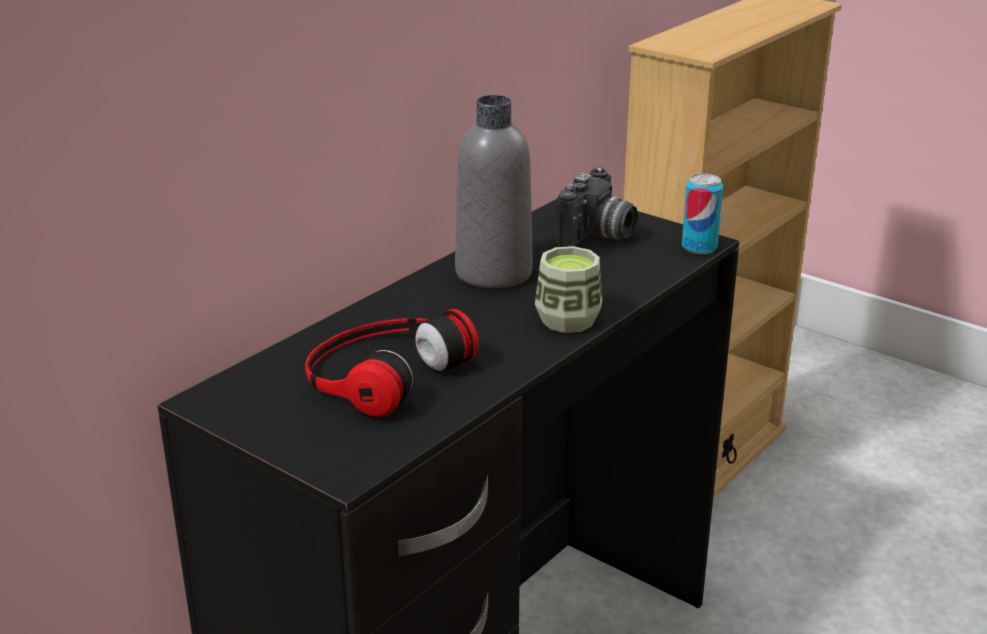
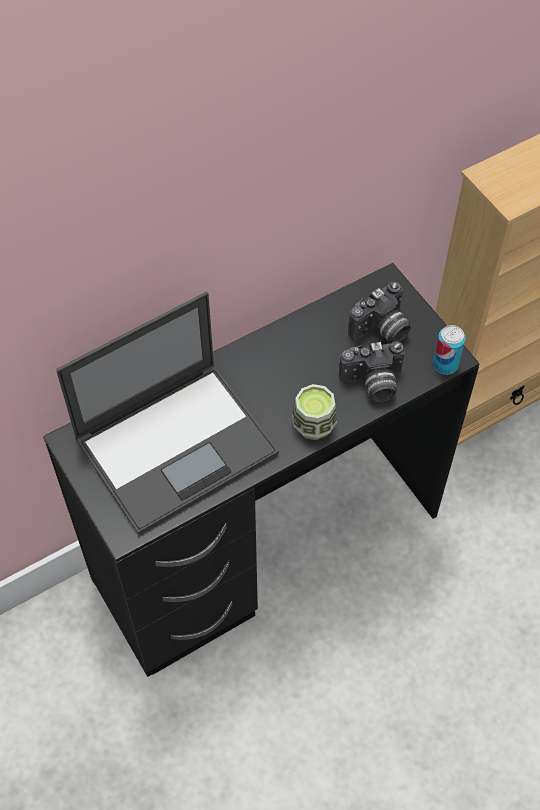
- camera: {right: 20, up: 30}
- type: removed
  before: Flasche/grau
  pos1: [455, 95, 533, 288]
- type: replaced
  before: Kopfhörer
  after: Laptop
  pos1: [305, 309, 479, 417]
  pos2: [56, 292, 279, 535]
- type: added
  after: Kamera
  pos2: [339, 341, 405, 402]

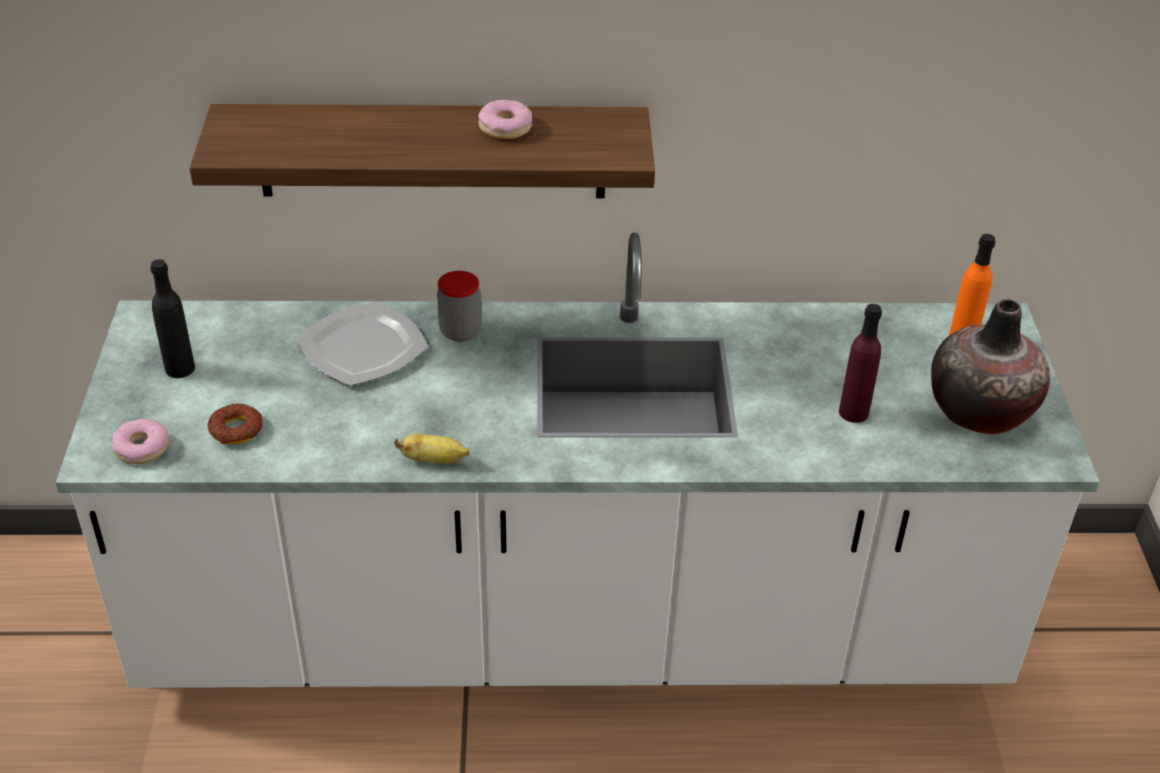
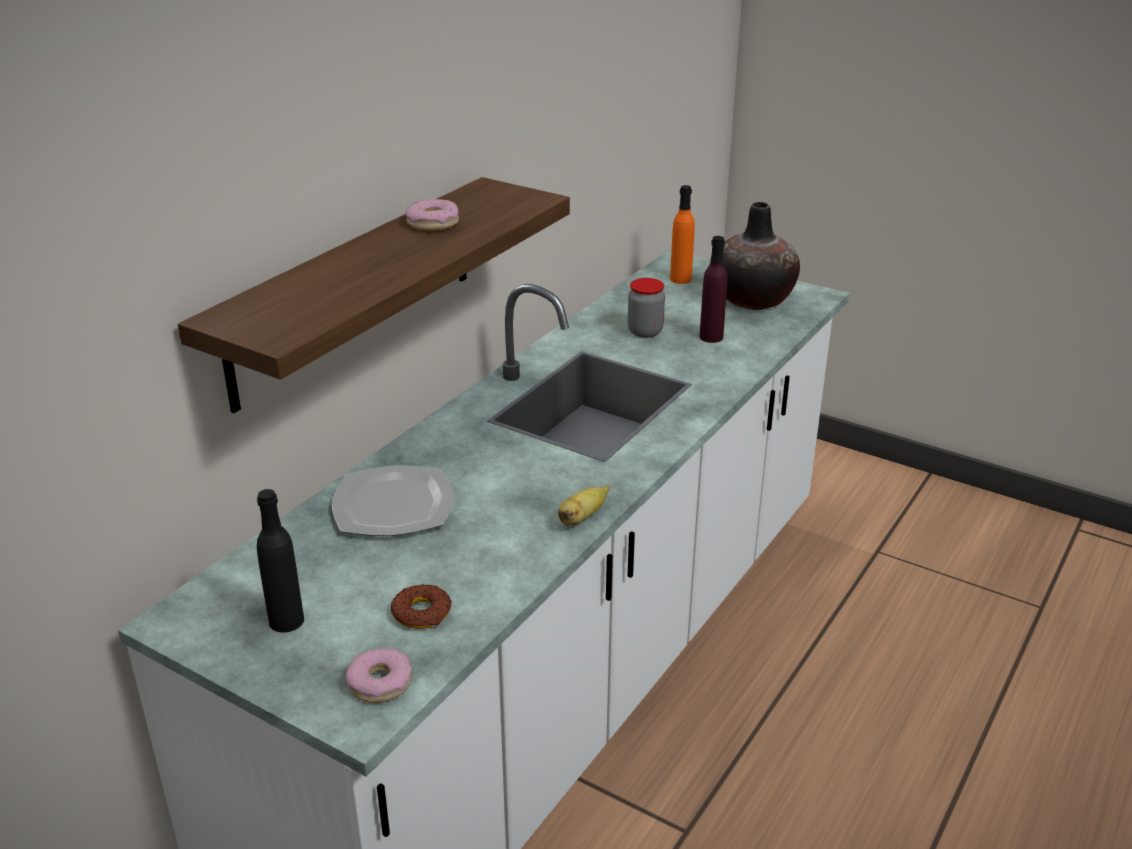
- camera: {right: -55, up: -10}
- type: moved
  before: Vorratsglas
  pos1: [437, 271, 482, 342]
  pos2: [628, 278, 665, 338]

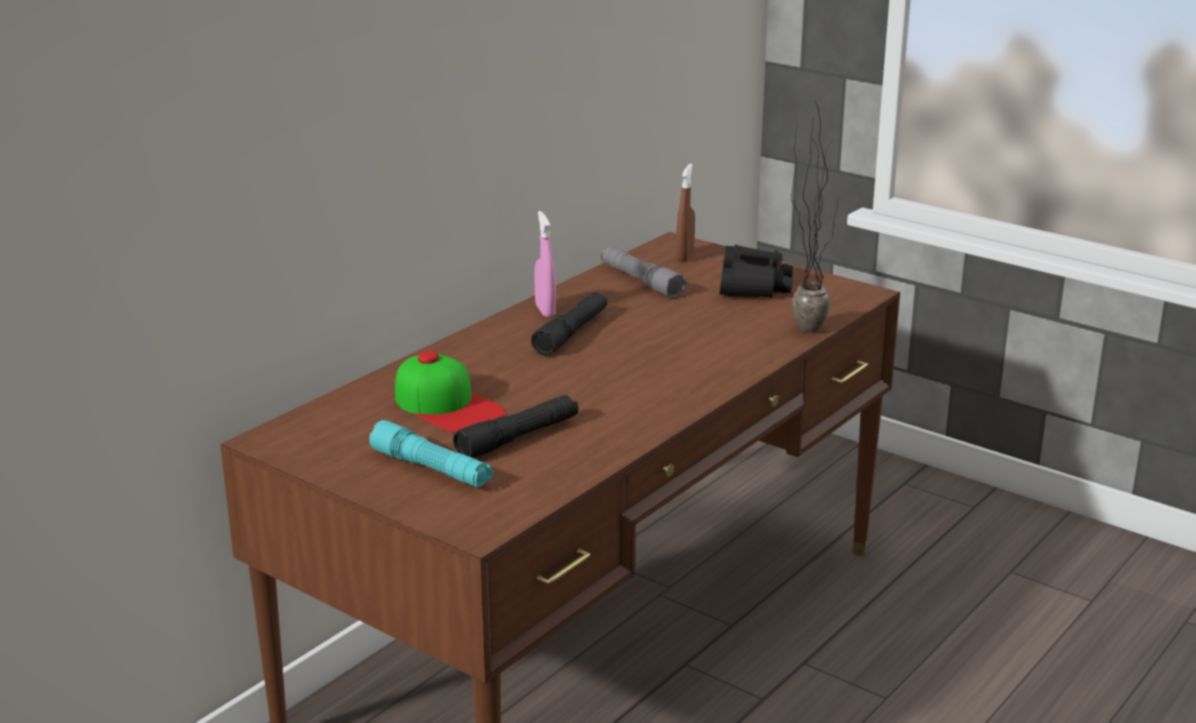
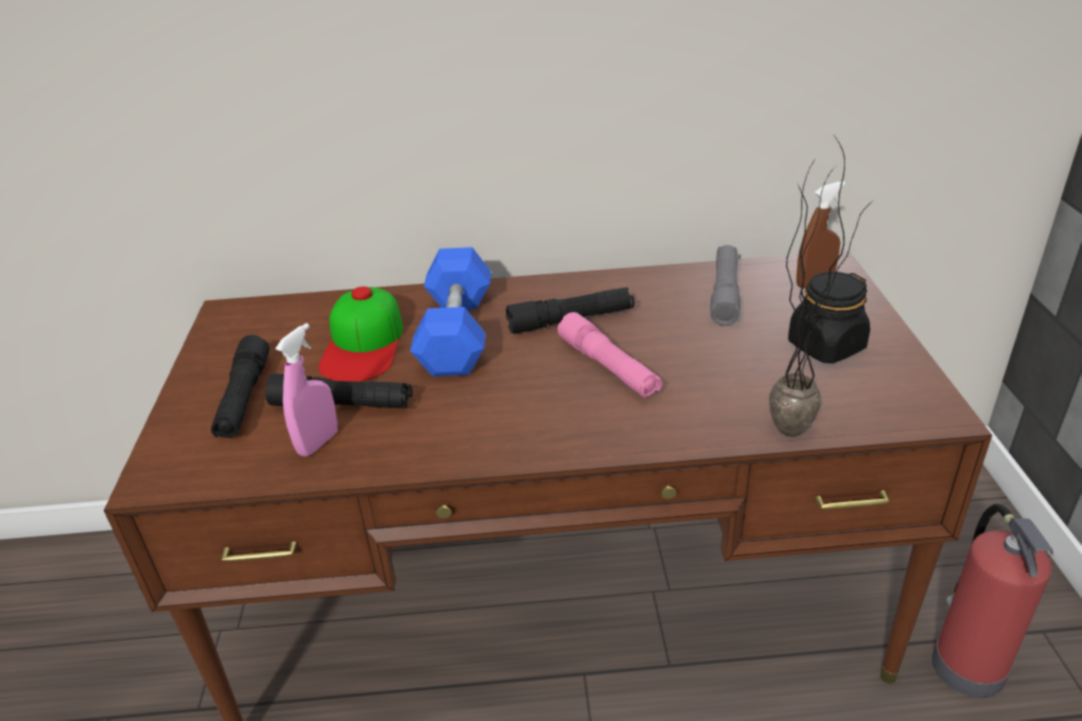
- camera: {right: 50, up: 10}
- type: moved
  before: Sprühflasche/rosa
  pos1: [534, 211, 556, 317]
  pos2: [275, 323, 338, 457]
- type: replaced
  before: Fernglas/schwarz
  after: Vorratsglas/schwarz
  pos1: [720, 245, 793, 298]
  pos2: [788, 272, 870, 363]
- type: recoloured
  before: Taschenlampe/türkis
  after: Taschenlampe/schwarz
  pos1: [369, 420, 493, 488]
  pos2: [211, 335, 270, 438]
- type: added
  after: Hantel/blau
  pos2: [410, 247, 491, 377]
- type: added
  after: Taschenlampe/rosa
  pos2: [558, 312, 662, 398]
- type: added
  after: Feuerlöscher
  pos2: [932, 504, 1053, 698]

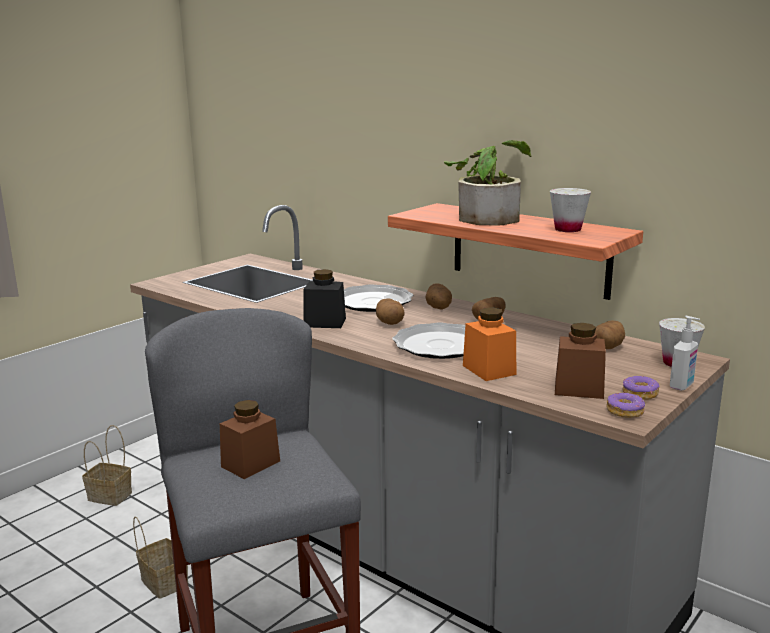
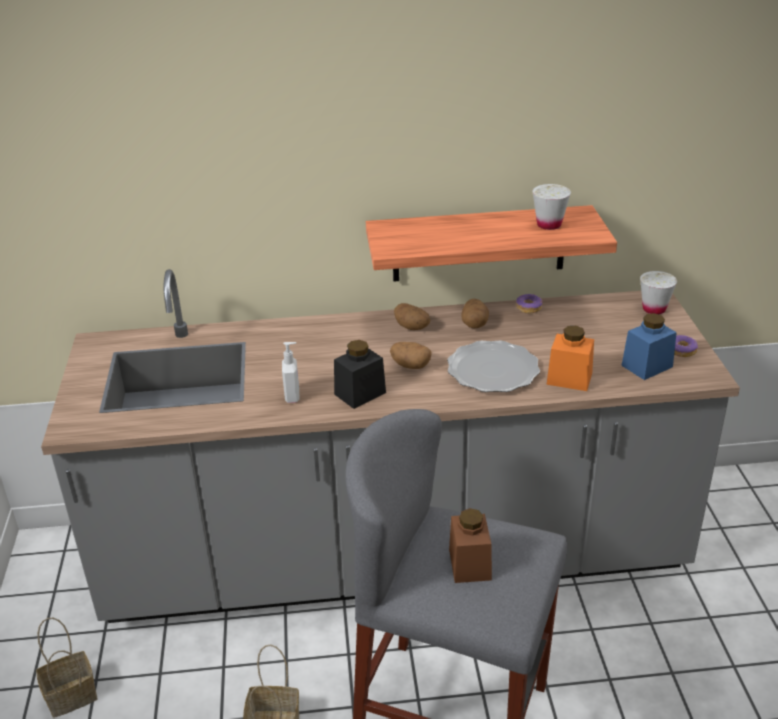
- camera: {right: -45, up: 15}
- type: removed
  before: Topfpflanze
  pos1: [444, 140, 532, 226]
- type: removed
  before: Teller
  pos1: [344, 284, 414, 312]
- type: moved
  before: Seifenspender
  pos1: [670, 316, 700, 391]
  pos2: [282, 342, 299, 403]
- type: removed
  before: Kartoffel
  pos1: [595, 320, 625, 349]
- type: recoloured
  before: Vorratsglas/braun
  after: Vorratsglas/blau
  pos1: [555, 323, 606, 399]
  pos2: [621, 313, 677, 380]
- type: moved
  before: Donut
  pos1: [606, 392, 645, 418]
  pos2: [516, 294, 543, 313]

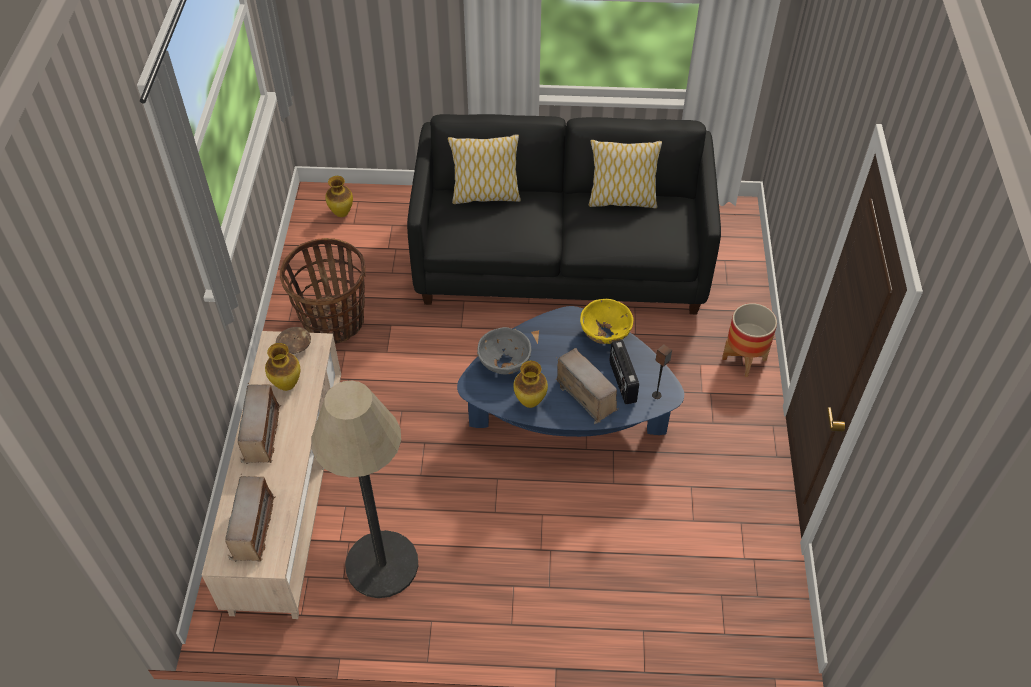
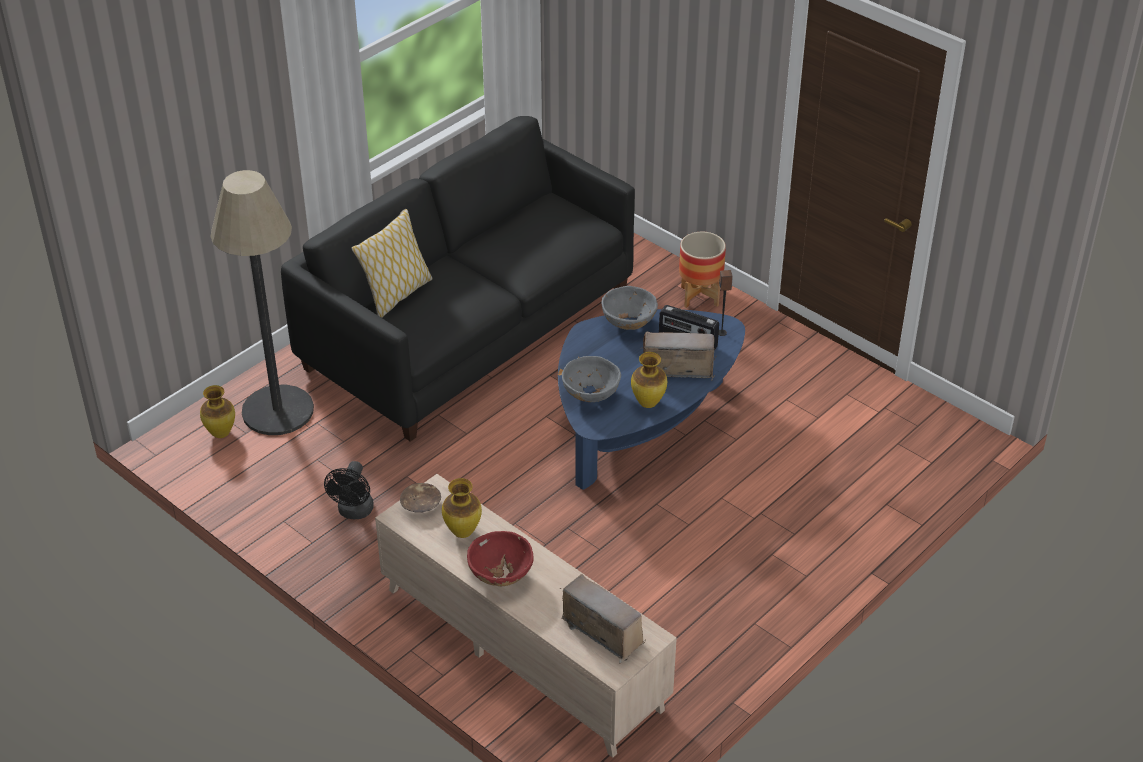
- camera: {right: -50, up: -10}
- type: removed
  before: Kissen
  pos1: [589, 140, 662, 208]
- type: replaced
  before: Korb
  after: Ventilator/schwarz
  pos1: [280, 238, 366, 344]
  pos2: [324, 461, 374, 519]
- type: recoloured
  before: Schüssel/gelb
  after: Schüssel/grau
  pos1: [580, 299, 633, 344]
  pos2: [601, 286, 658, 330]
- type: moved
  before: Stehlampe
  pos1: [311, 381, 418, 598]
  pos2: [210, 170, 314, 435]
- type: replaced
  before: Radio
  after: Schüssel/rot
  pos1: [238, 383, 281, 464]
  pos2: [467, 531, 534, 586]

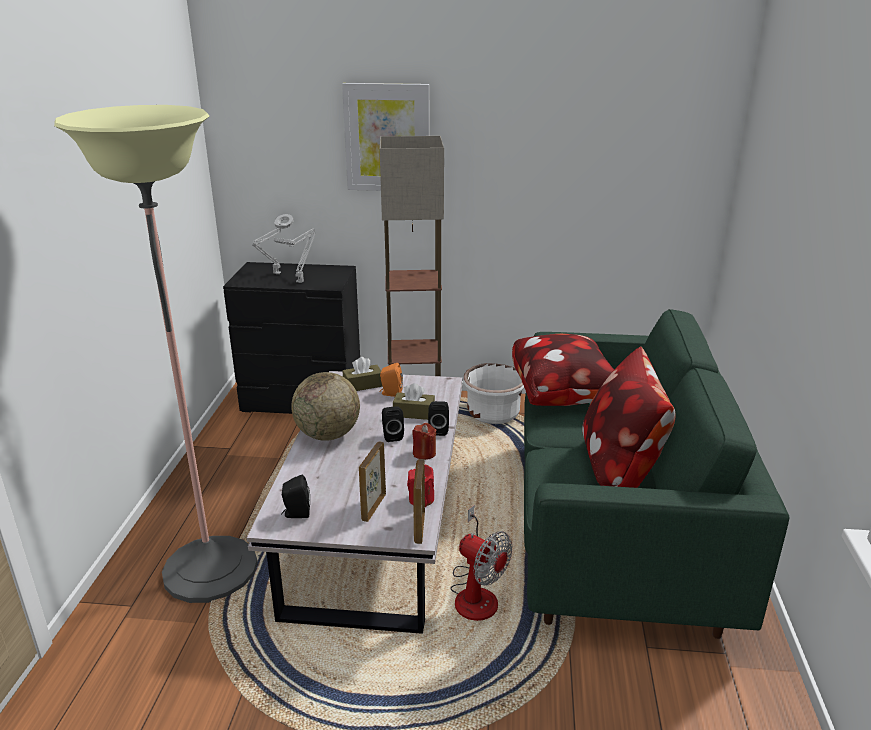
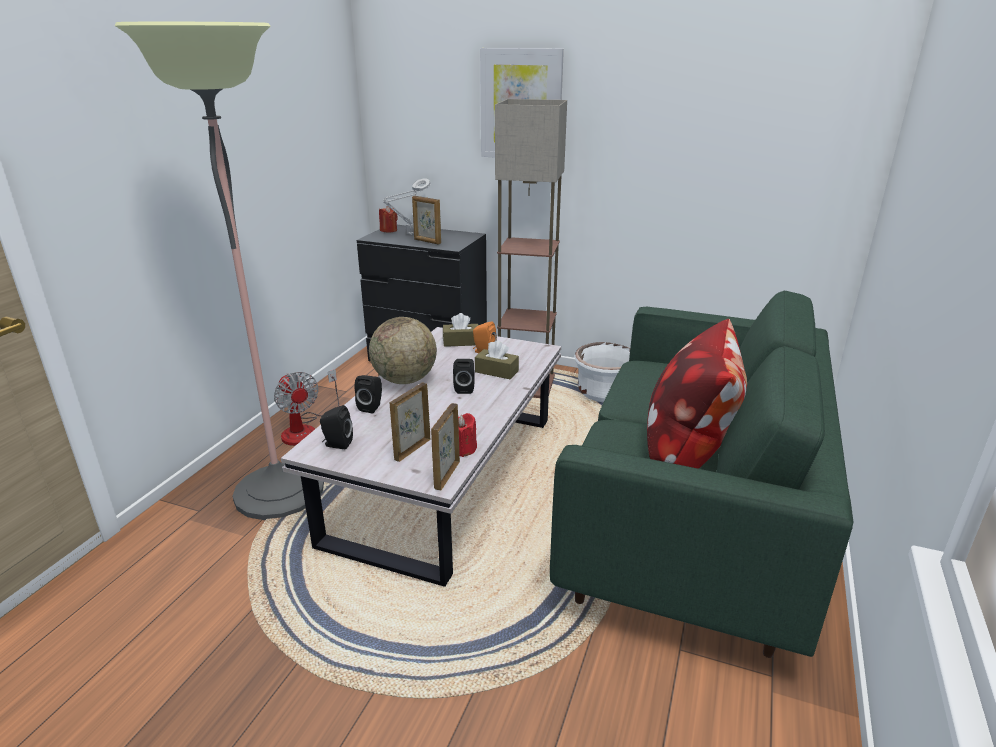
- camera: {right: 15, up: 0}
- type: replaced
  before: Tischlampe/grau
  after: Bilderrahmen
  pos1: [274, 228, 316, 283]
  pos2: [412, 196, 441, 245]
- type: removed
  before: Kissen
  pos1: [512, 334, 614, 406]
- type: moved
  before: Lautsprecher/schwarz
  pos1: [428, 401, 449, 436]
  pos2: [355, 375, 382, 413]
- type: moved
  before: Kerze/rot
  pos1: [412, 423, 436, 460]
  pos2: [379, 206, 398, 233]
- type: moved
  before: Ventilator
  pos1: [450, 505, 512, 621]
  pos2: [274, 369, 339, 446]

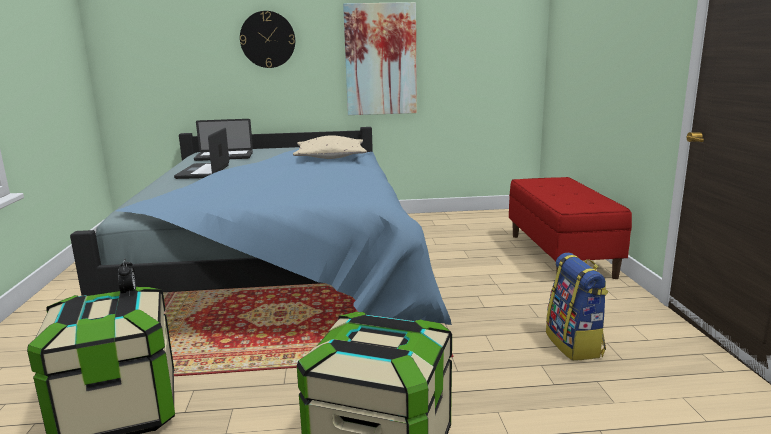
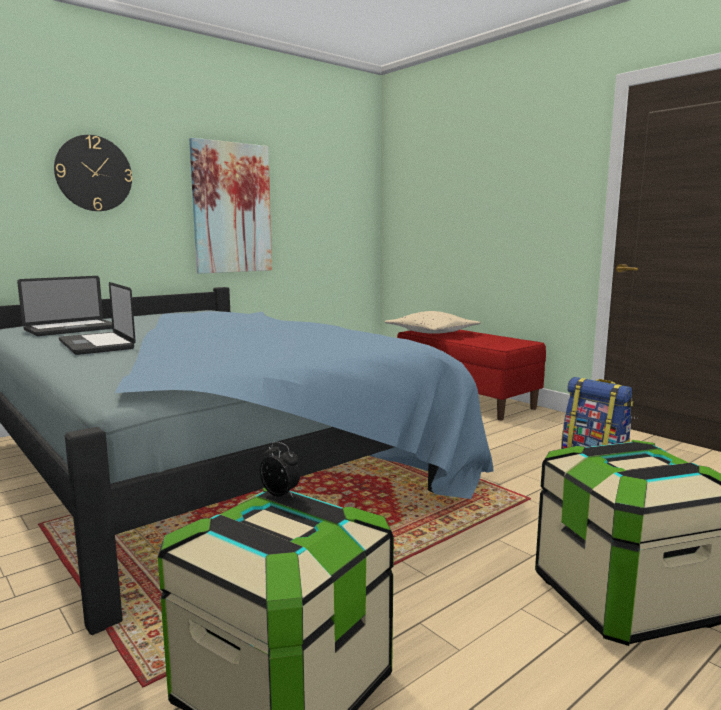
- camera: {right: -35, up: -5}
- type: moved
  before: Kissen/beige
  pos1: [293, 135, 367, 159]
  pos2: [385, 311, 481, 334]

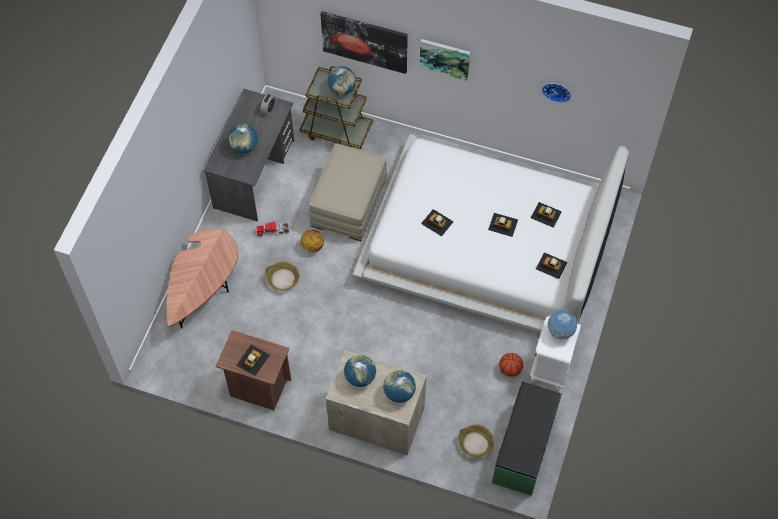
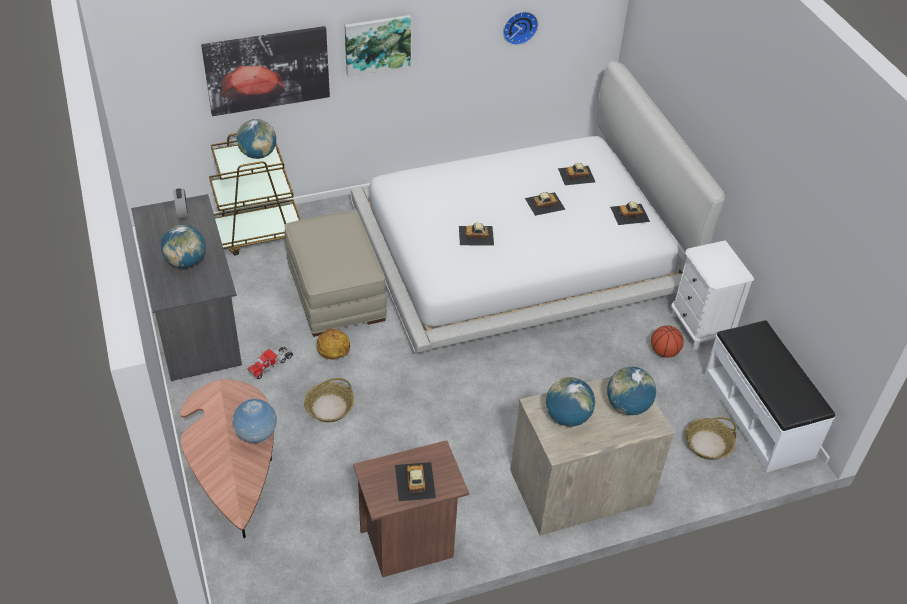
- camera: {right: -40, up: -15}
- type: moved
  before: Globus
  pos1: [547, 310, 577, 340]
  pos2: [232, 398, 277, 443]
- type: recoloured
  before: Bank/grün
  after: Bank/weiß
  pos1: [492, 382, 562, 496]
  pos2: [704, 320, 835, 473]

